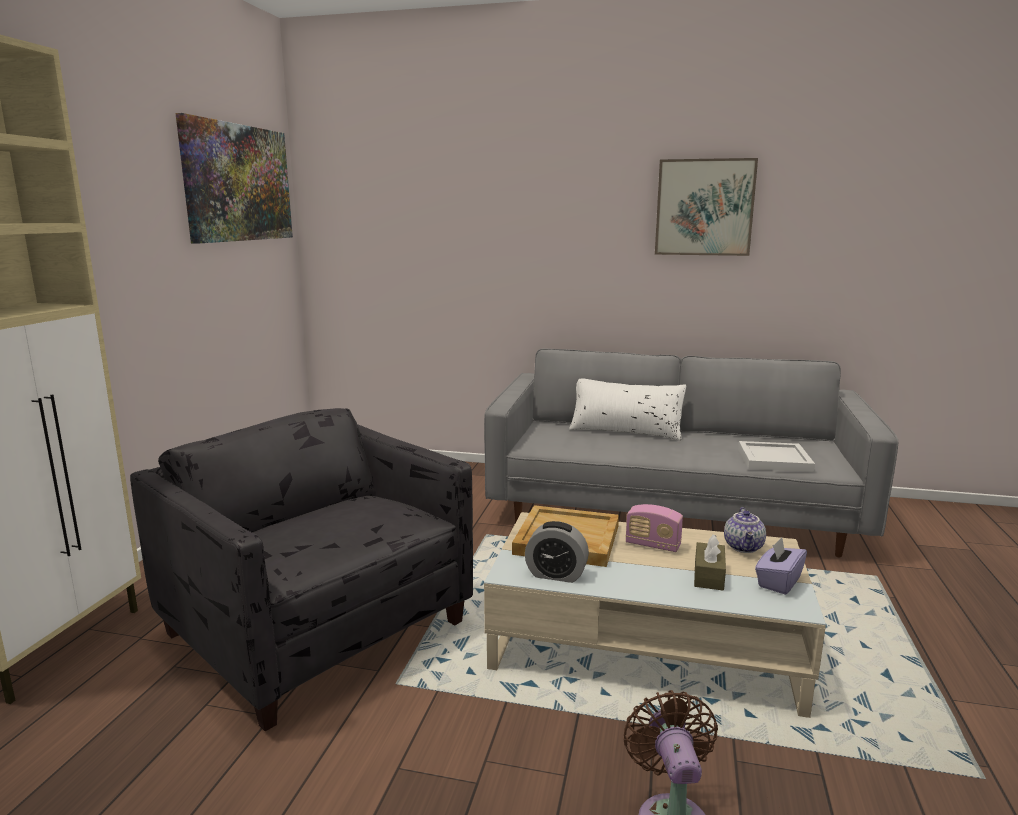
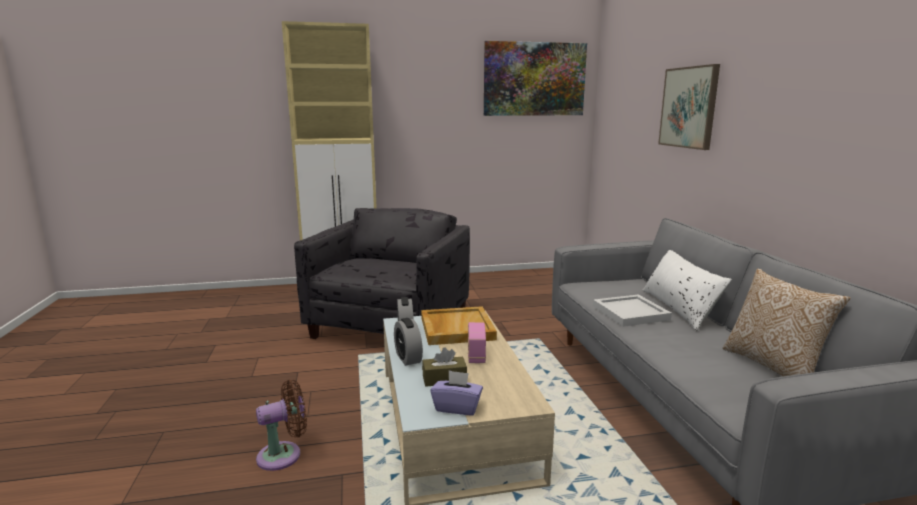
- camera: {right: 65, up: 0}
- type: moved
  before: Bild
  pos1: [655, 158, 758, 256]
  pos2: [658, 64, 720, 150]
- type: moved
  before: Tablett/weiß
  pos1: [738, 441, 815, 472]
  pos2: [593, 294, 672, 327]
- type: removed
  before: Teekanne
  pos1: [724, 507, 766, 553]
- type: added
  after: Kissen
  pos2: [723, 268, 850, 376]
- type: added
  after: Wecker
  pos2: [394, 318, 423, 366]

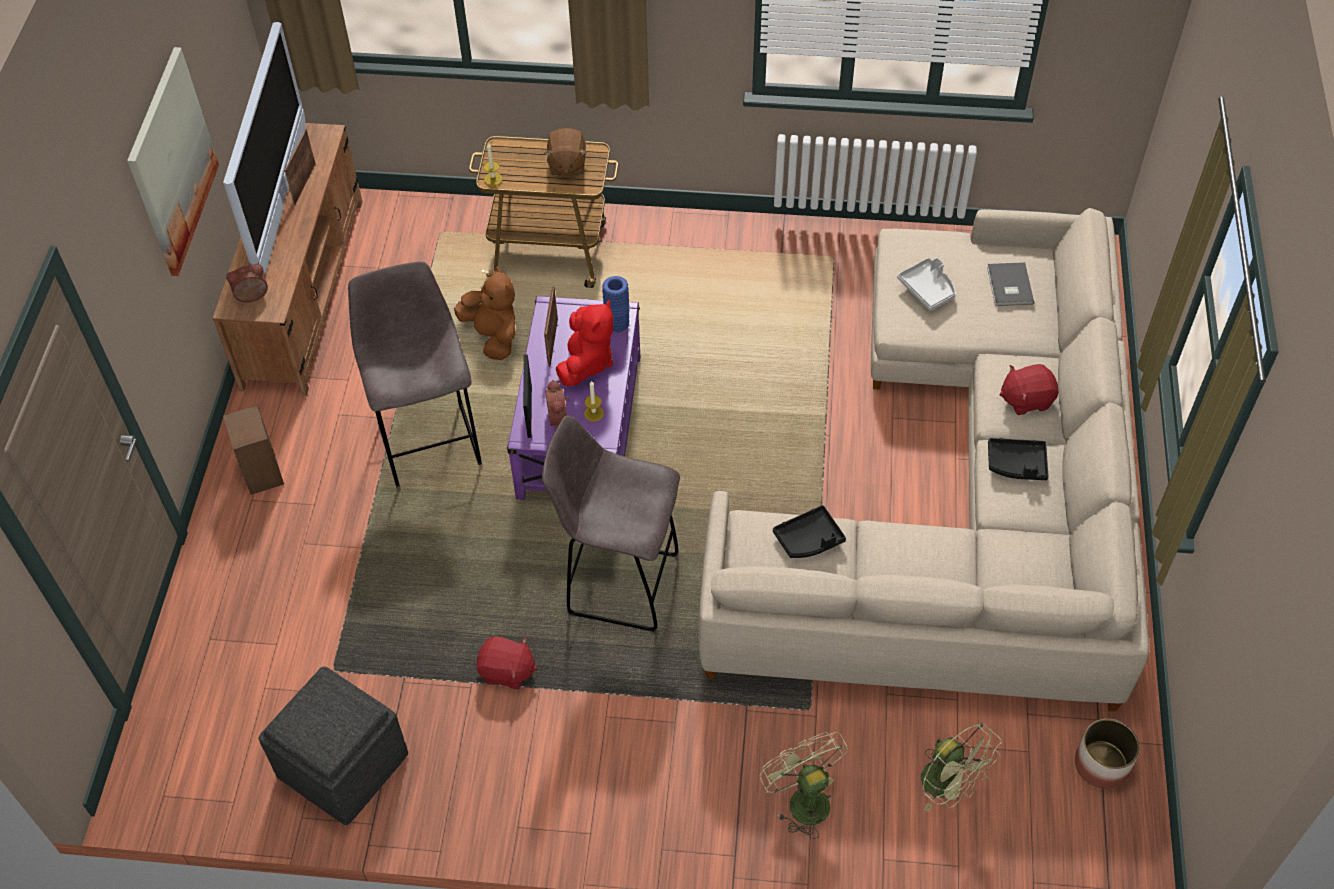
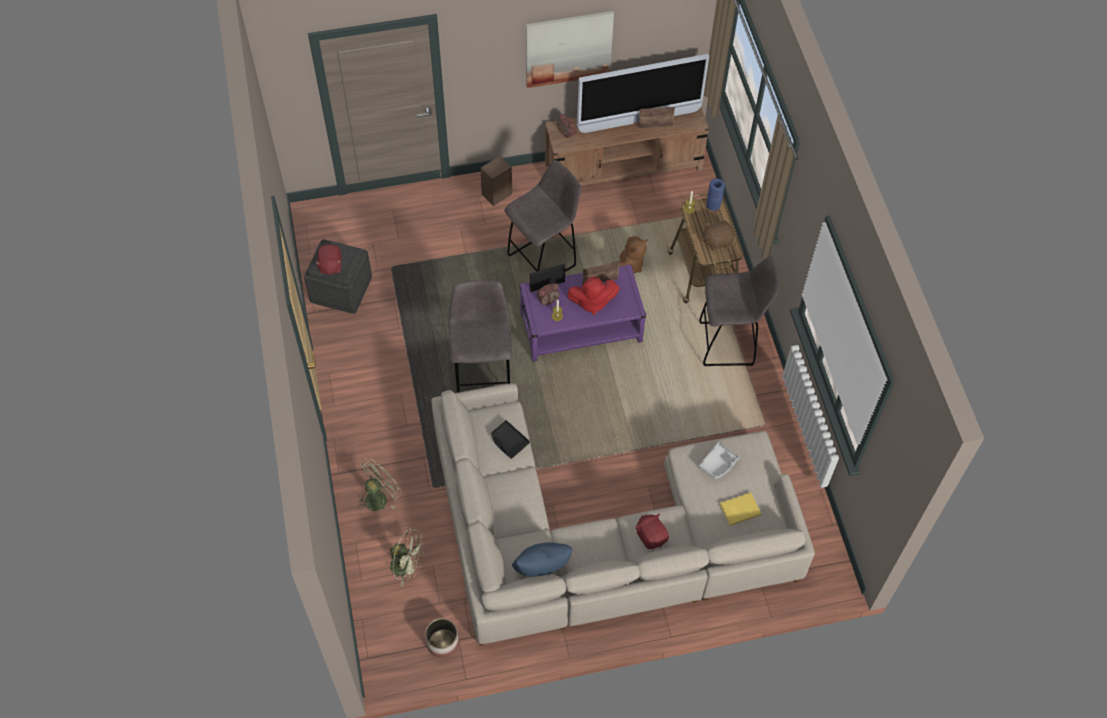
- camera: {right: 70, up: 5}
- type: recoloured
  before: Buch/grau
  after: Buch/gelb
  pos1: [987, 262, 1034, 306]
  pos2: [720, 492, 761, 526]
- type: moved
  before: Vase/blau
  pos1: [602, 276, 629, 332]
  pos2: [706, 179, 725, 211]
- type: removed
  before: Tablett/schwarz
  pos1: [988, 438, 1049, 480]
- type: moved
  before: Plüschtier/rot
  pos1: [476, 636, 537, 689]
  pos2: [316, 244, 342, 275]
- type: turned
  before: Ventilator/grün
  pos1: [921, 723, 1002, 812]
  pos2: [387, 529, 425, 586]
  turn: -105
- type: added
  after: Hocker/grau
  pos2: [699, 256, 779, 366]
- type: added
  after: Kissen/blau
  pos2: [512, 542, 573, 577]

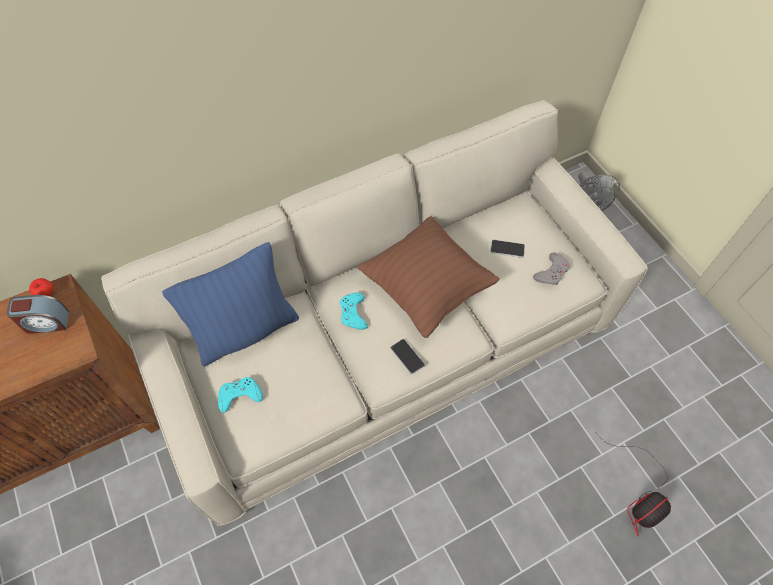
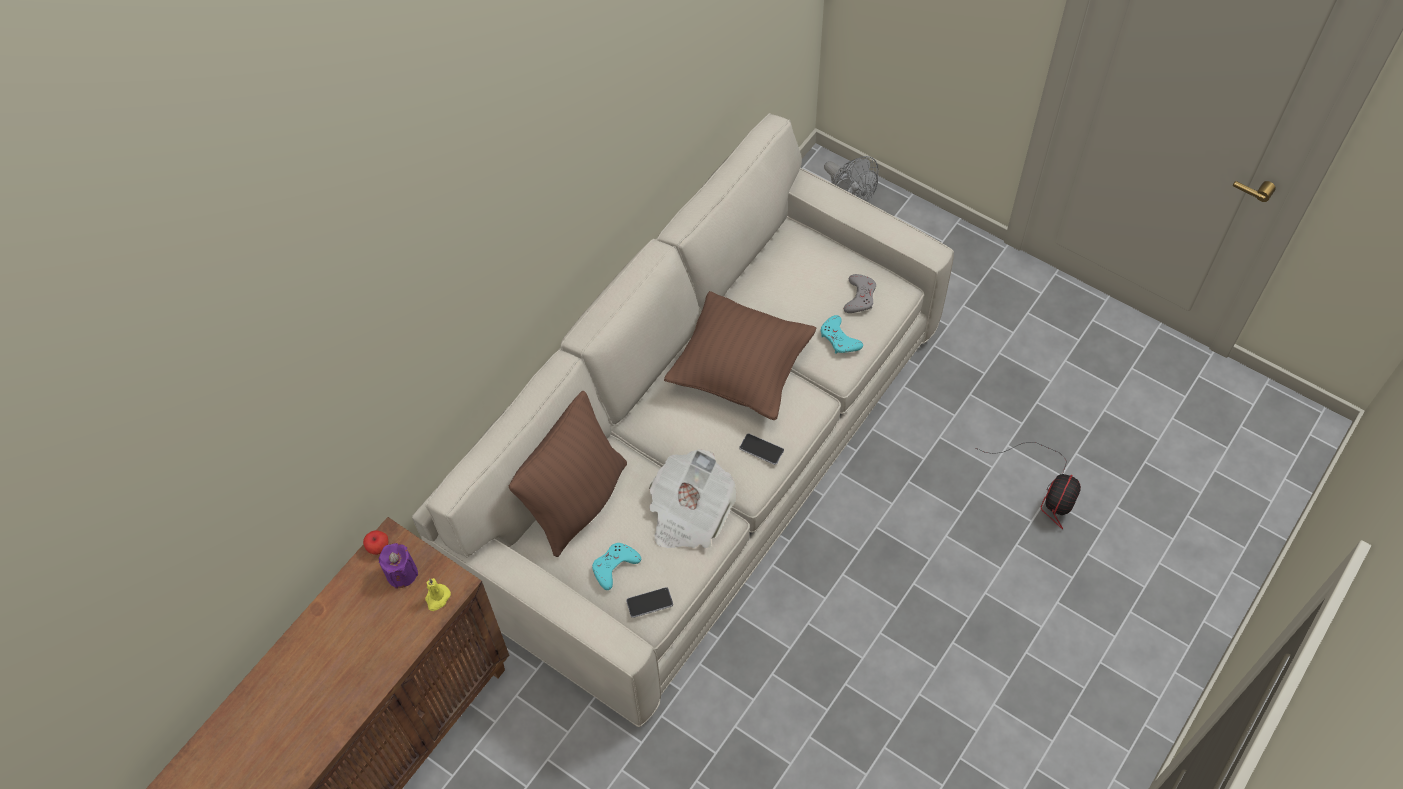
- camera: {right: -25, up: 0}
- type: moved
  before: Handy
  pos1: [490, 240, 525, 258]
  pos2: [626, 587, 673, 618]
- type: recoloured
  before: Kissen/blau
  after: Kissen/braun
  pos1: [162, 242, 299, 367]
  pos2: [509, 391, 627, 557]
- type: moved
  before: Gamepad/türkis
  pos1: [340, 293, 368, 330]
  pos2: [821, 315, 863, 354]
- type: replaced
  before: Wecker
  after: Kerze/lila
  pos1: [7, 295, 69, 334]
  pos2: [379, 543, 418, 589]
- type: added
  after: Zeitung
  pos2: [649, 449, 736, 548]
- type: added
  after: Kerze/gelb
  pos2: [425, 578, 451, 611]

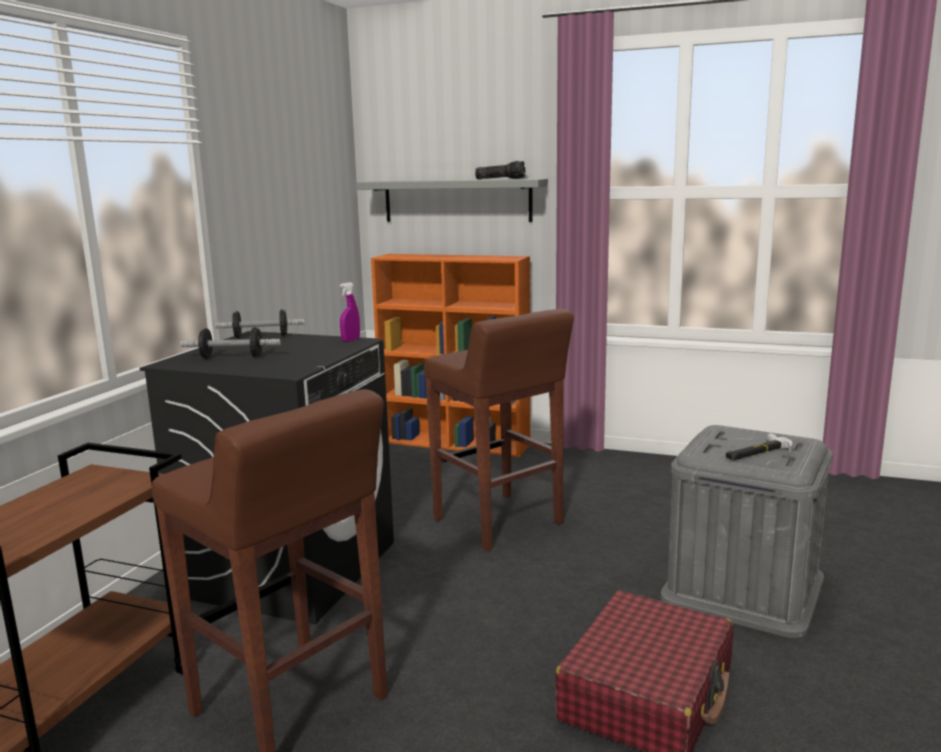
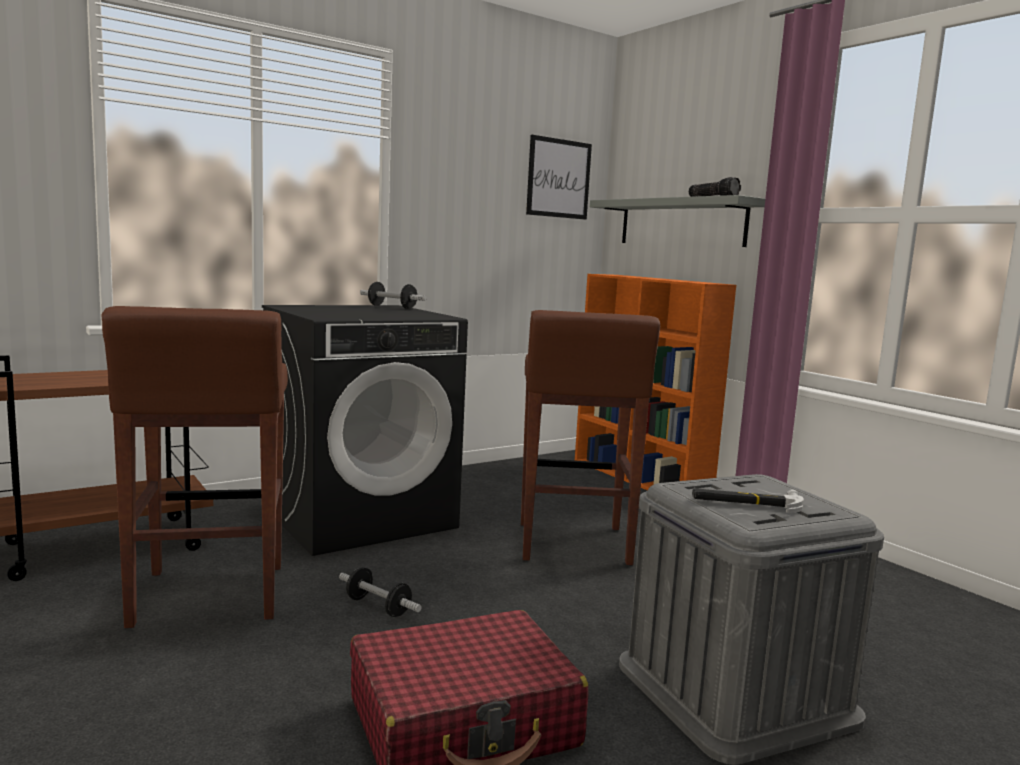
- camera: {right: 35, up: -5}
- type: removed
  before: Sprühflasche/lila
  pos1: [340, 282, 360, 342]
- type: moved
  before: Hantel
  pos1: [181, 327, 281, 359]
  pos2: [339, 567, 422, 617]
- type: added
  after: Bild
  pos2: [526, 135, 592, 220]

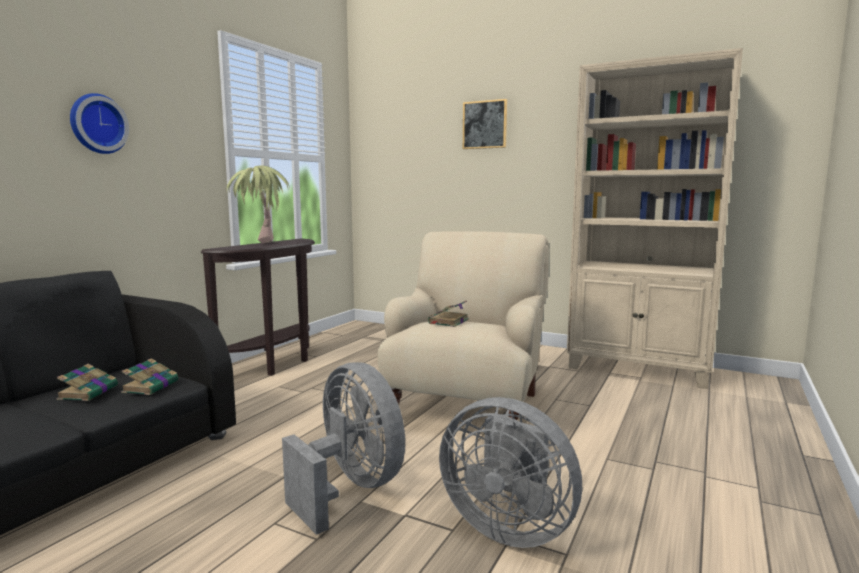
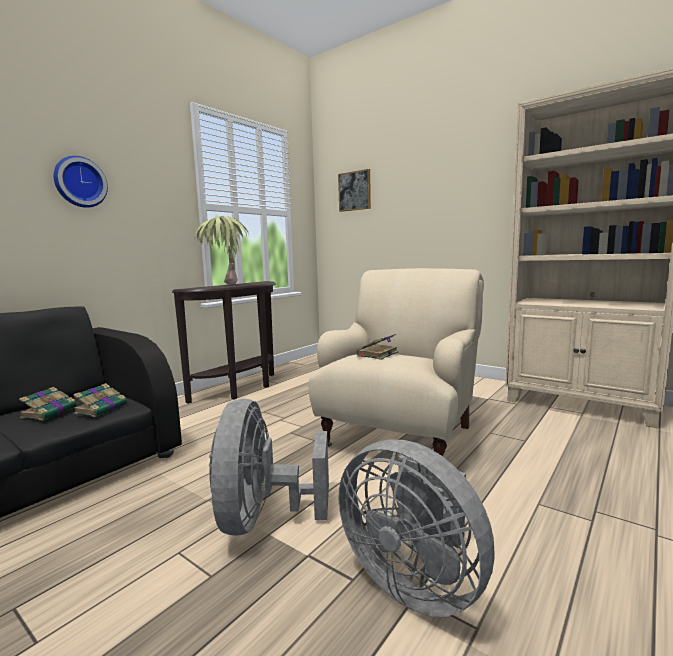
- camera: {right: 10, up: 0}
- type: moved
  before: Bild
  pos1: [463, 99, 507, 149]
  pos2: [338, 169, 371, 212]
- type: turned
  before: Ventilator/grau
  pos1: [282, 362, 405, 535]
  pos2: [209, 399, 329, 536]
  turn: -150

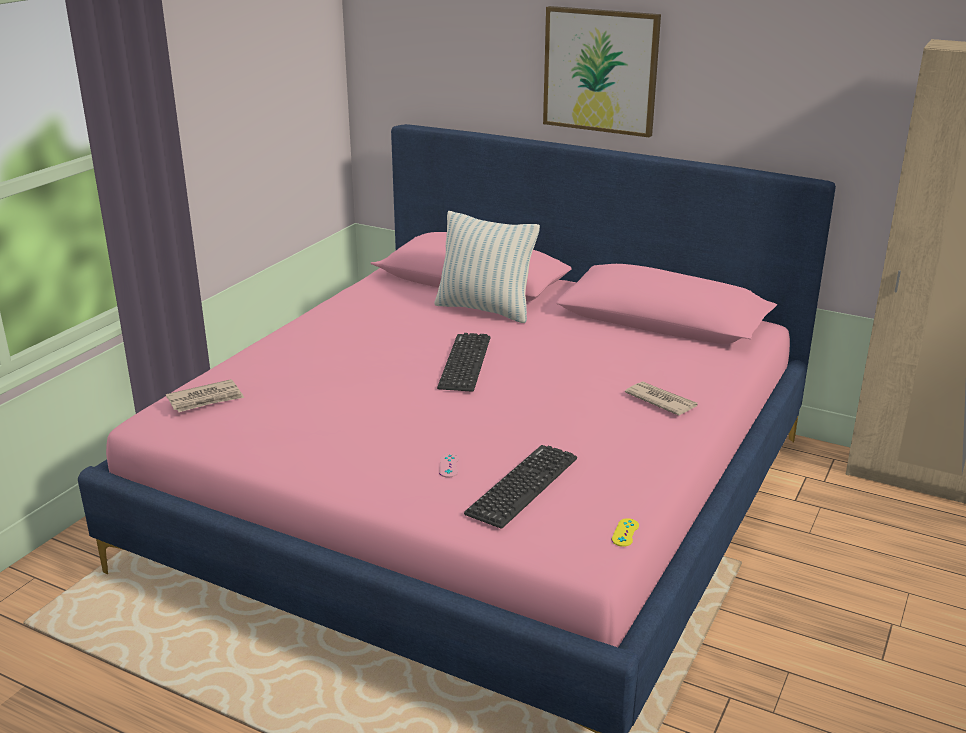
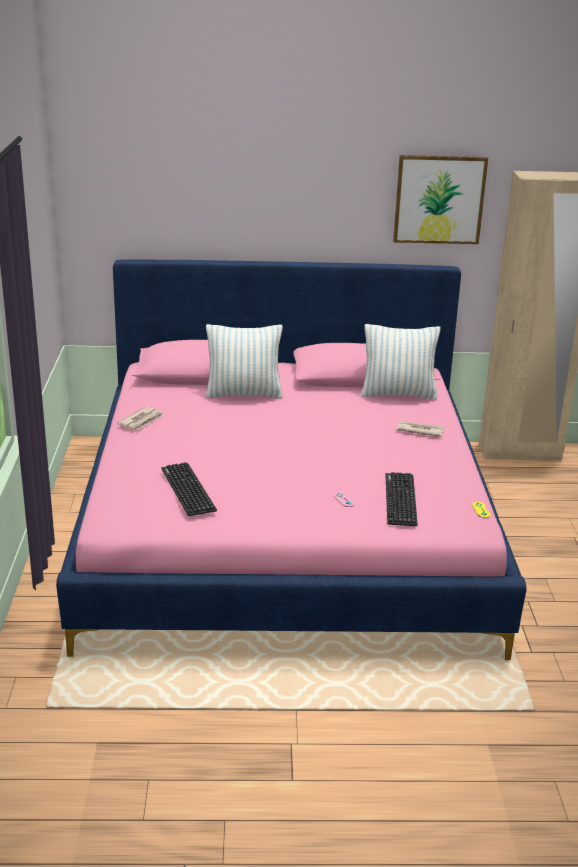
- camera: {right: -30, up: 0}
- type: moved
  before: Bild
  pos1: [543, 6, 661, 138]
  pos2: [393, 155, 488, 244]
- type: moved
  before: Tastatur
  pos1: [437, 333, 491, 392]
  pos2: [161, 462, 217, 516]
- type: moved
  before: Zeitung
  pos1: [166, 379, 244, 412]
  pos2: [117, 407, 164, 430]
- type: added
  after: Kissen
  pos2: [361, 324, 441, 400]

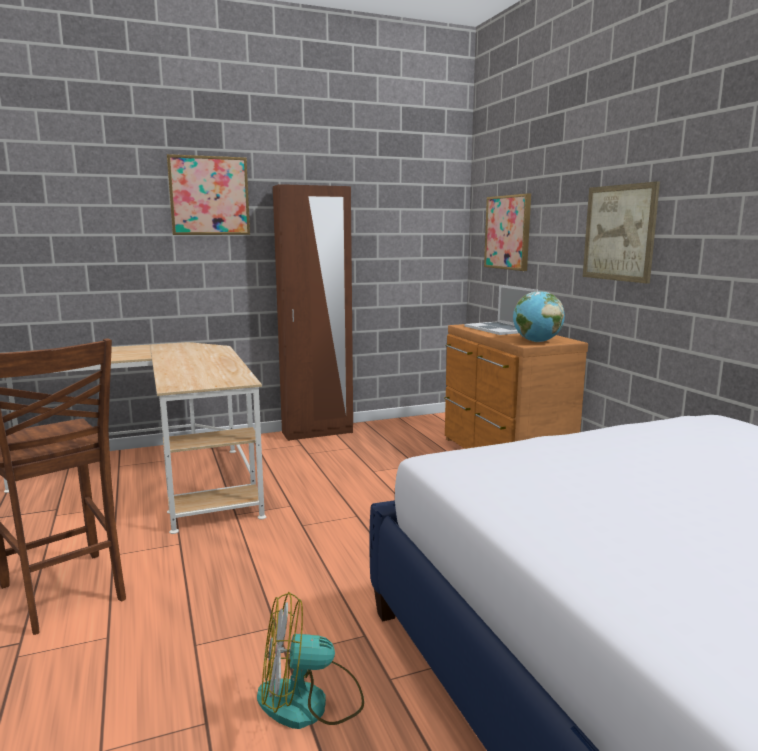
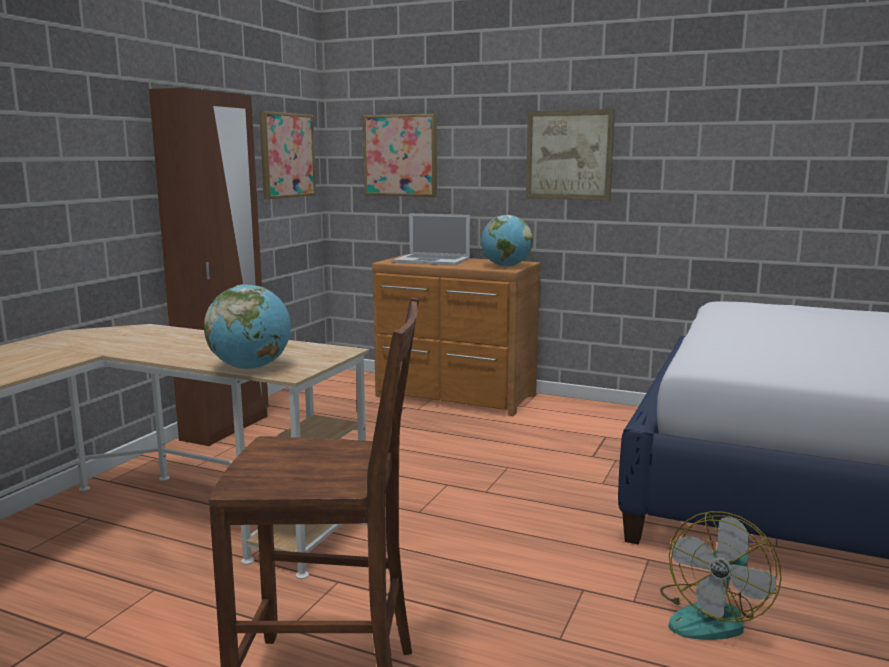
- camera: {right: -45, up: 0}
- type: moved
  before: Bild
  pos1: [167, 154, 250, 235]
  pos2: [259, 111, 316, 199]
- type: added
  after: Globus
  pos2: [204, 285, 291, 369]

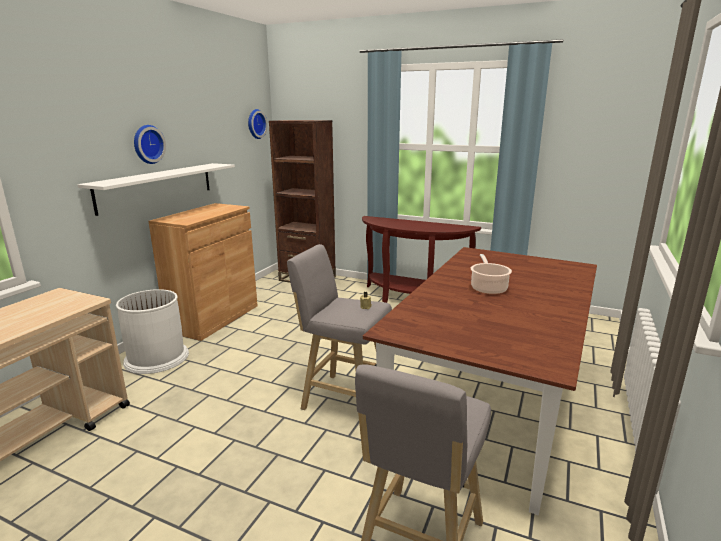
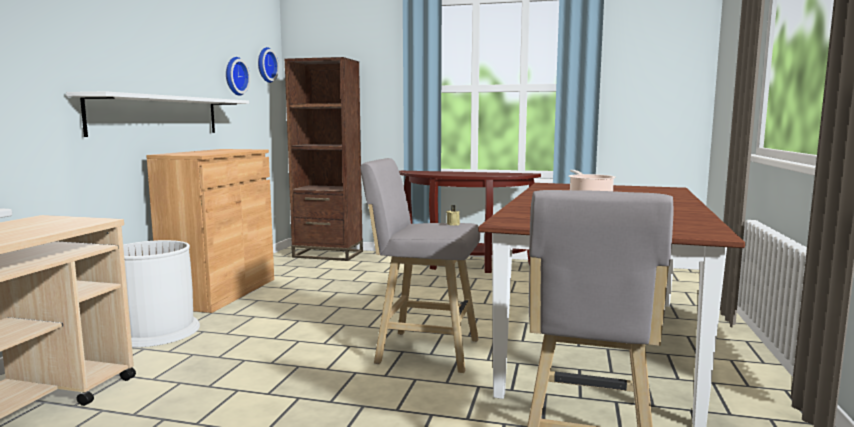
- camera: {right: -10, up: -10}
- type: moved
  before: Wanduhr
  pos1: [134, 125, 166, 164]
  pos2: [226, 57, 250, 96]

